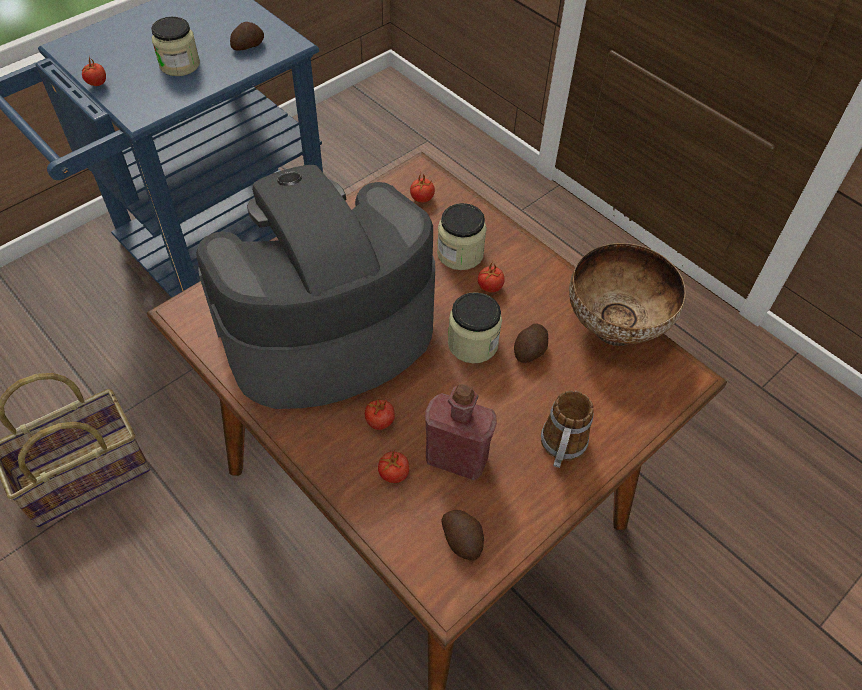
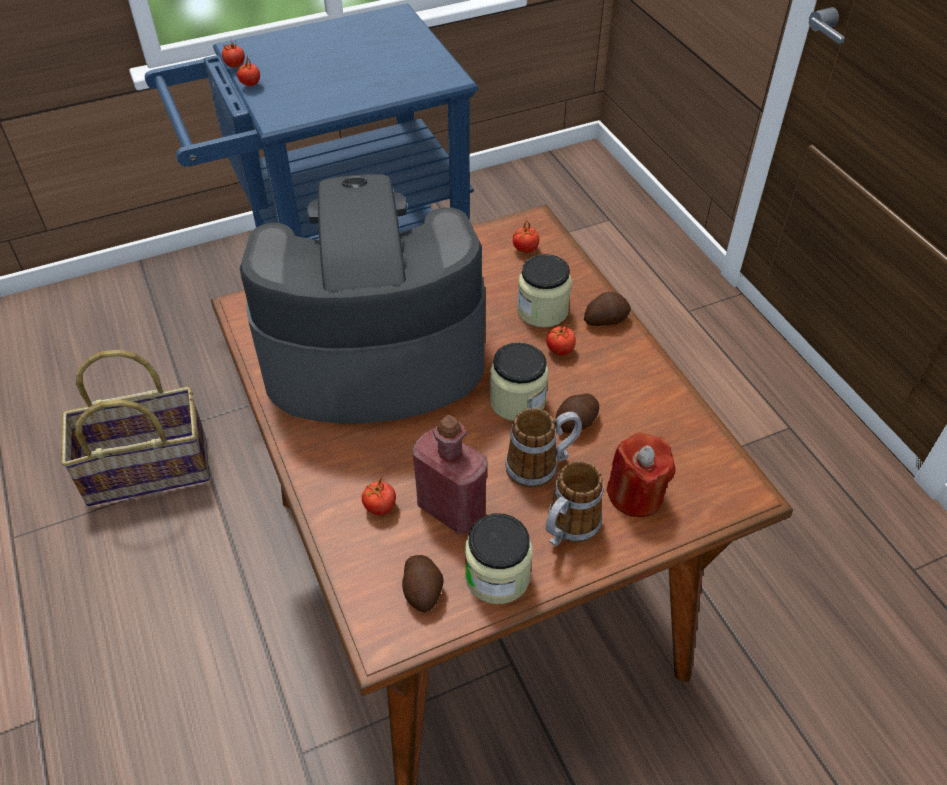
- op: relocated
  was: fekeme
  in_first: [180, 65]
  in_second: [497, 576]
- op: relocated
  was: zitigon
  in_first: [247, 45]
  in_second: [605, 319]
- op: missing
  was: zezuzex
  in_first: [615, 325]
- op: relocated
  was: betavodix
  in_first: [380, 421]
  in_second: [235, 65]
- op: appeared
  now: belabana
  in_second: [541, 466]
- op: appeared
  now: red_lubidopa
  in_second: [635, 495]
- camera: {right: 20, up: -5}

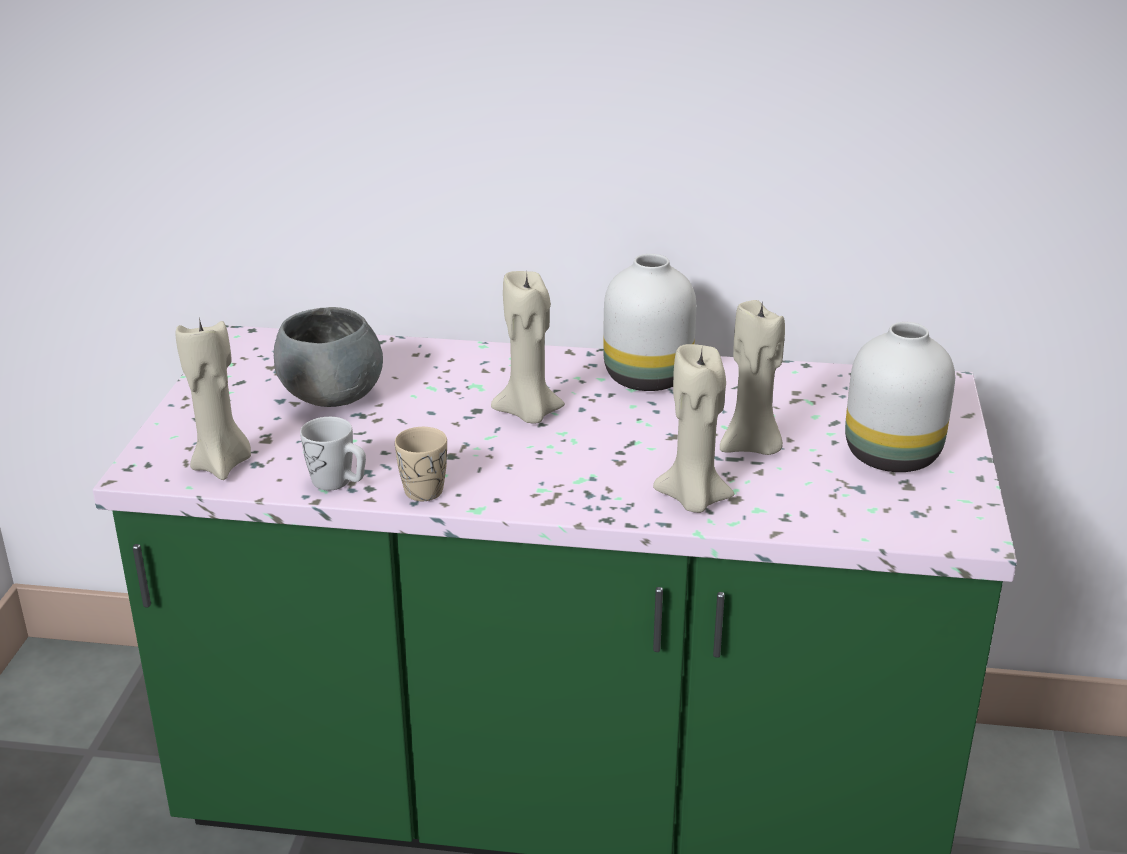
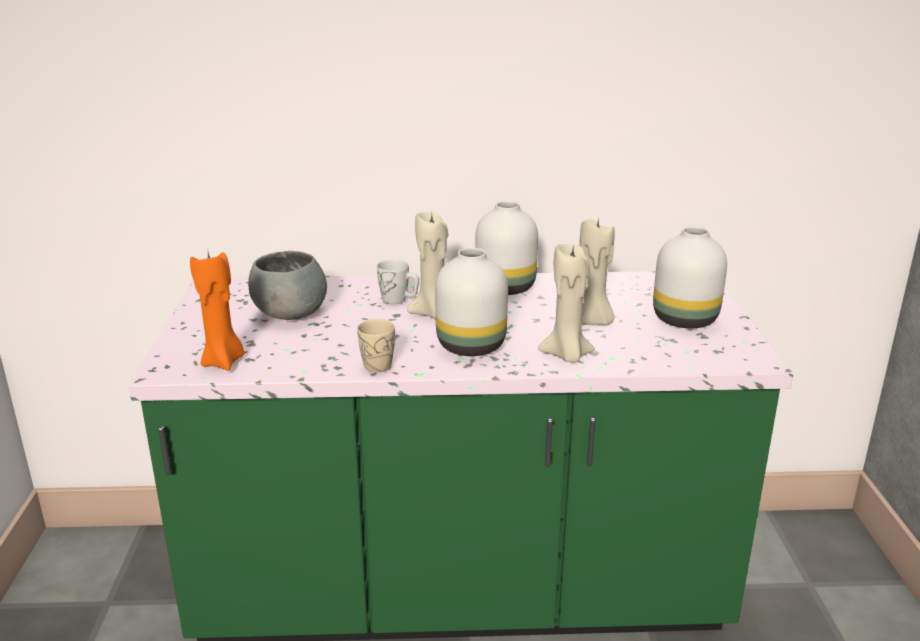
- op: colour
  was: beige_lubidopa
  now: orange_lubidopa
  in_first: [222, 465]
  in_second: [224, 362]
- op: relocated
  was: white_belabana
  in_first: [338, 483]
  in_second: [399, 300]
- op: appeared
  now: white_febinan
  in_second: [472, 345]
- camera: {right: -10, up: -5}

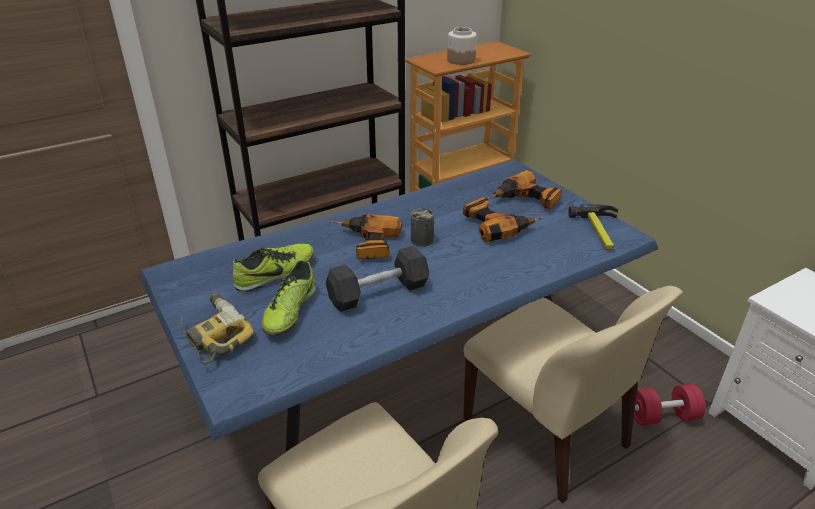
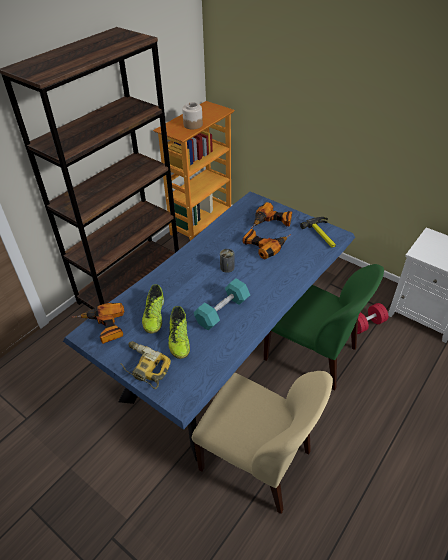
- op: relocated
  was: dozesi
  in_first: [367, 244]
  in_second: [103, 327]
- op: spun
  was: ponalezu
  in_first: [276, 274]
  in_second: [154, 316]
  clockwise: 150
- op: colour
  was: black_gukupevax
  now: turquoise_gukupevax
  in_first: [378, 292]
  in_second: [222, 311]
- op: colour
  was: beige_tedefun
  now: green_tedefun
  in_first: [548, 434]
  in_second: [312, 354]
- camera: {right: -20, up: 10}

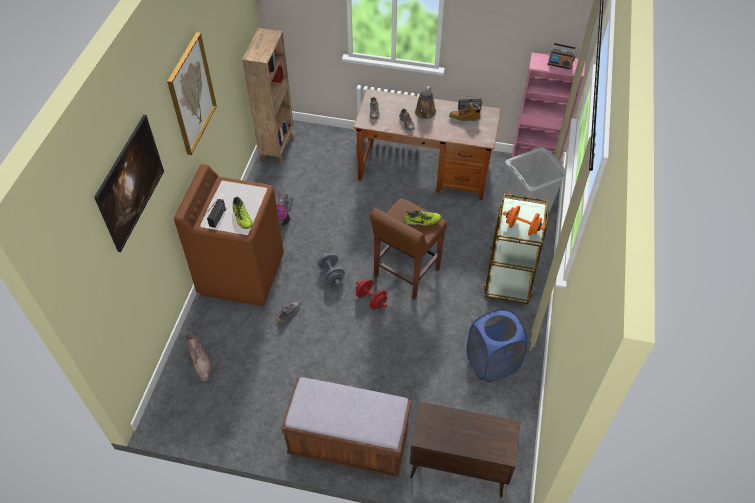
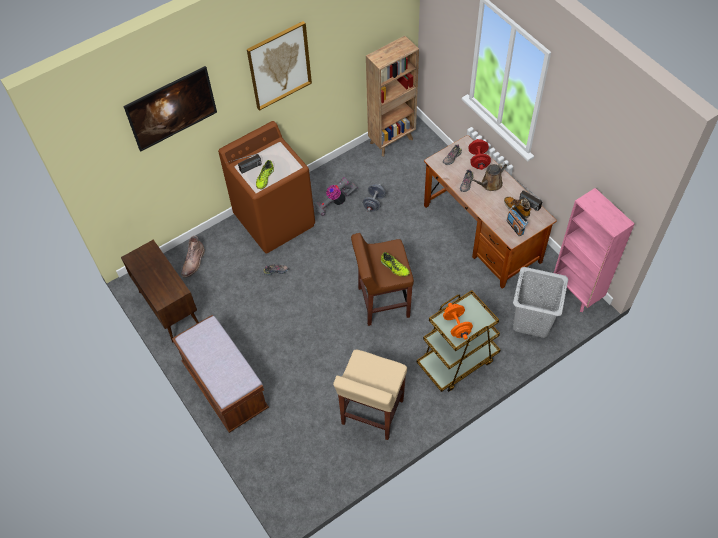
- op: relocated
  was: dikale
  in_first: [559, 65]
  in_second: [515, 227]
- op: relocated
  was: grey_gukupevax
  in_first: [331, 274]
  in_second: [374, 203]
- op: relocated
  was: red_gukupevax
  in_first: [371, 300]
  in_second: [478, 160]
- op: exchanged
  was: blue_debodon
  now: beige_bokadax
  in_first: [492, 363]
  in_second: [372, 413]
- op: relocated
  was: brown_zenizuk
  in_first: [457, 468]
  in_second: [169, 308]
- camera: {right: 45, up: 5}

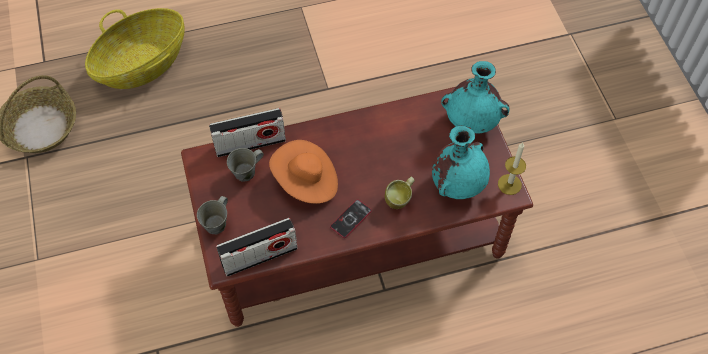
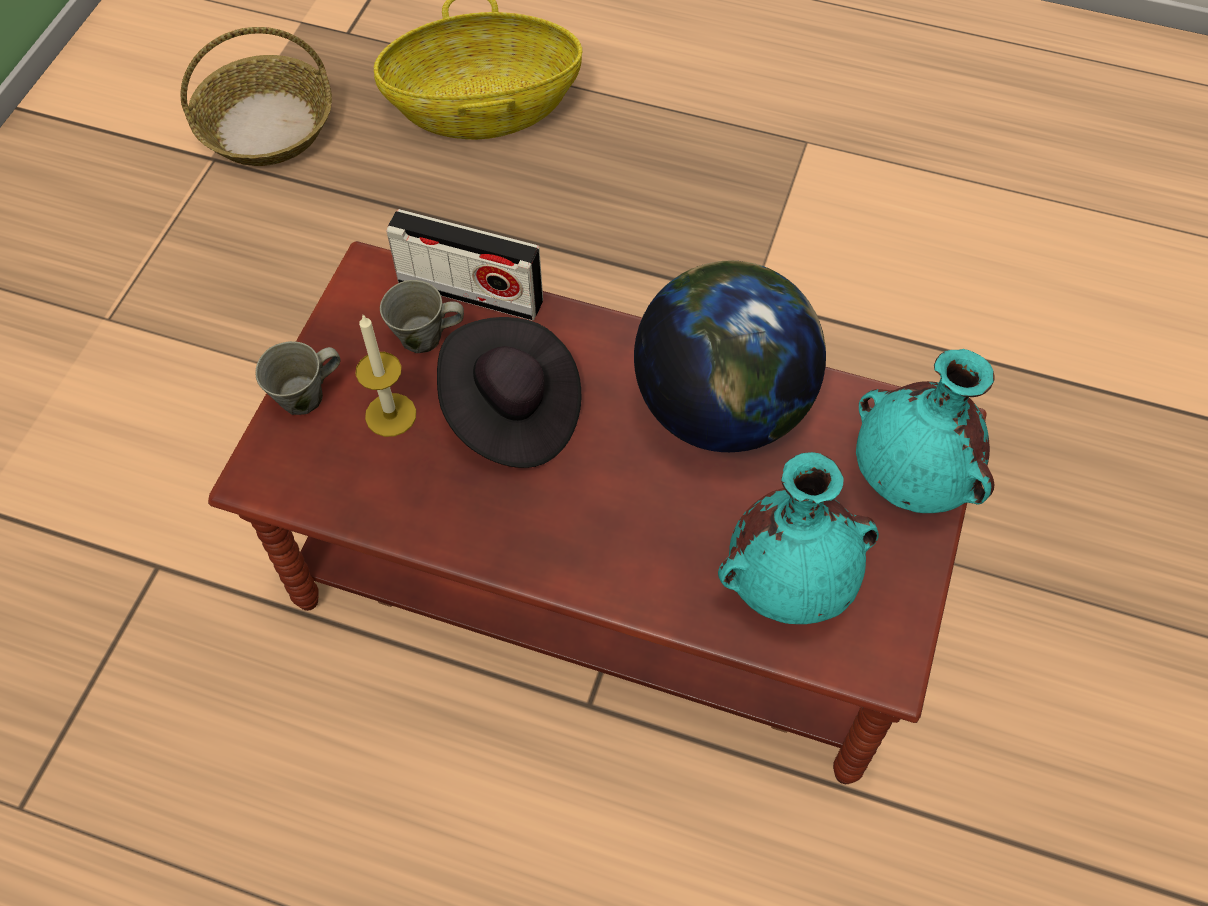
- op: colour
  was: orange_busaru
  now: black_busaru
  in_first: [306, 182]
  in_second: [511, 412]
- op: relocated
  was: lubidopa
  in_first: [509, 184]
  in_second: [390, 415]
- op: missing
  was: belabana
  in_first: [400, 200]
- op: missing
  was: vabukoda
  in_first: [351, 219]
- op: missing
  was: dikale
  in_first: [259, 256]
- op: appeared
  now: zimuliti
  in_second: [723, 407]
- camera: {right: 35, up: 0}

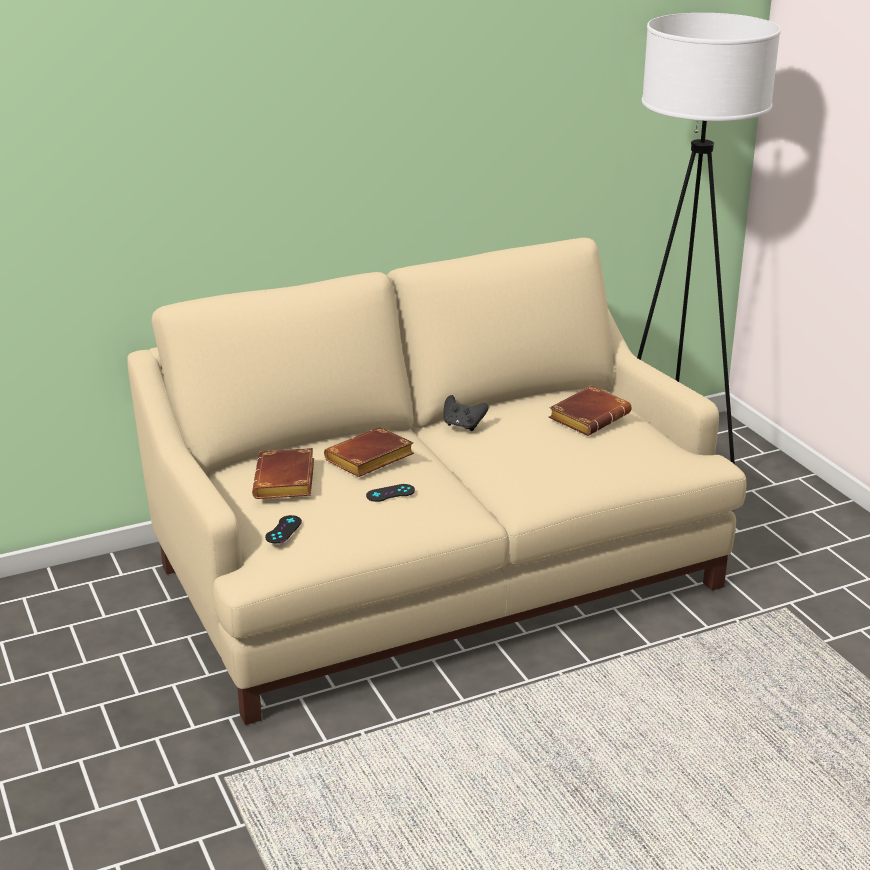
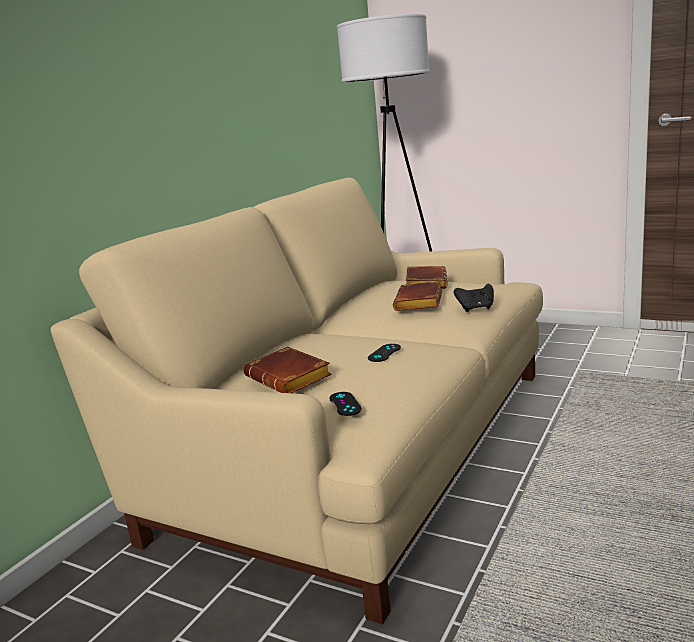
- op: relocated
  was: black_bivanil
  in_first: [463, 425]
  in_second: [476, 309]
- op: relocated
  was: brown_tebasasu
  in_first: [369, 460]
  in_second: [420, 303]
- camera: {right: -35, up: -10}

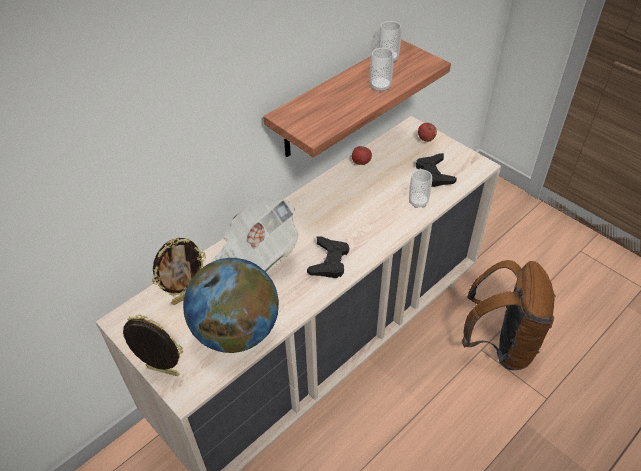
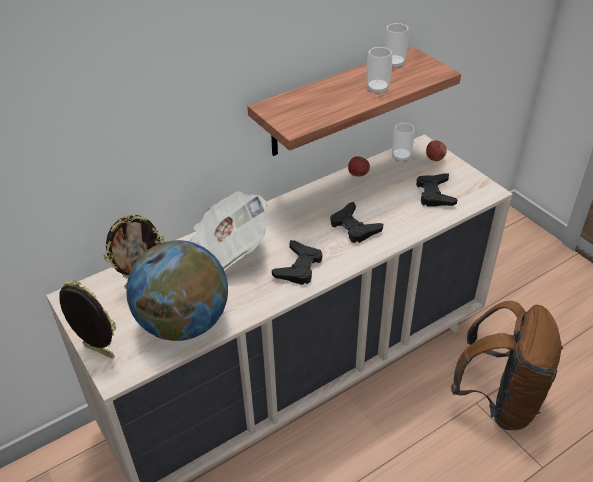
- op: relocated
  was: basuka
  in_first: [418, 202]
  in_second: [401, 157]
- op: appeared
  now: black_bivanil
  in_second: [354, 227]
- camera: {right: 10, up: -5}

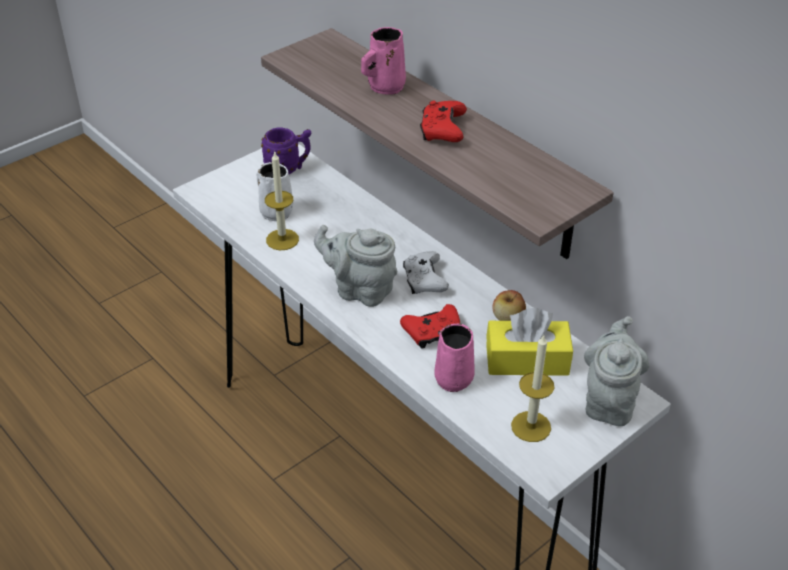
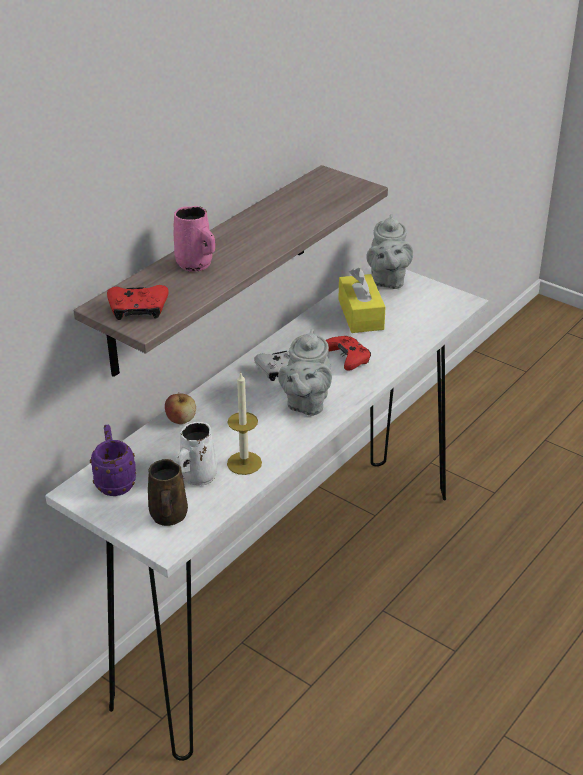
- op: relocated
  was: red_bivanil
  in_first: [442, 131]
  in_second: [138, 310]
- op: relocated
  was: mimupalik
  in_first: [508, 319]
  in_second: [181, 419]
- op: spun
  was: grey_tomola
  in_first: [609, 401]
  in_second: [387, 280]
  clockwise: -90
- op: missing
  was: pink_belabana
  in_first: [455, 377]
- op: missing
  was: lubidopa
  in_first: [531, 426]
- op: appeared
  now: brown_belabana
  in_second: [168, 516]
- camera: {right: -100, up: -5}

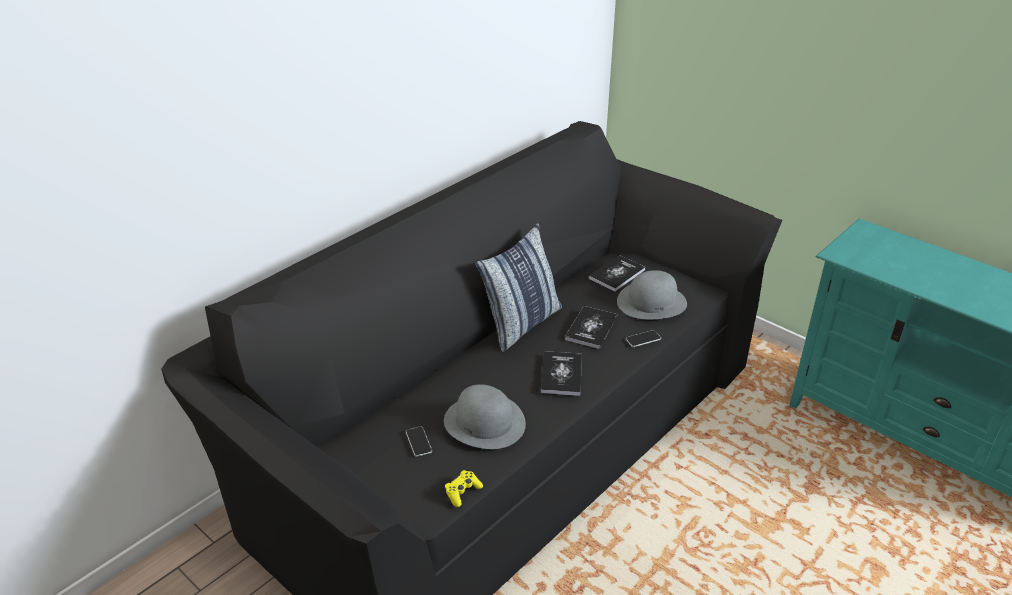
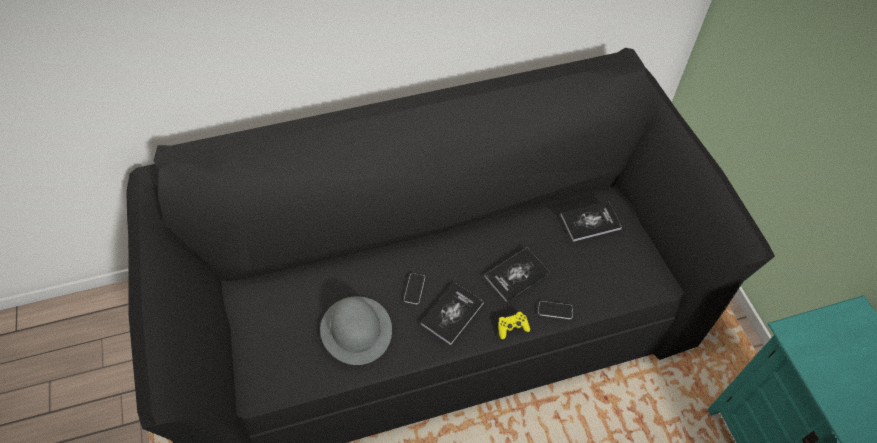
- op: missing
  was: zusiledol
  in_first: [521, 324]
- op: missing
  was: grey_busaru
  in_first: [652, 302]
- op: relocated
  was: vabukoda
  in_first: [418, 442]
  in_second: [414, 289]
- op: relocated
  was: yellow_bivanil
  in_first: [462, 492]
  in_second: [512, 327]
- camera: {right: 30, up: 20}

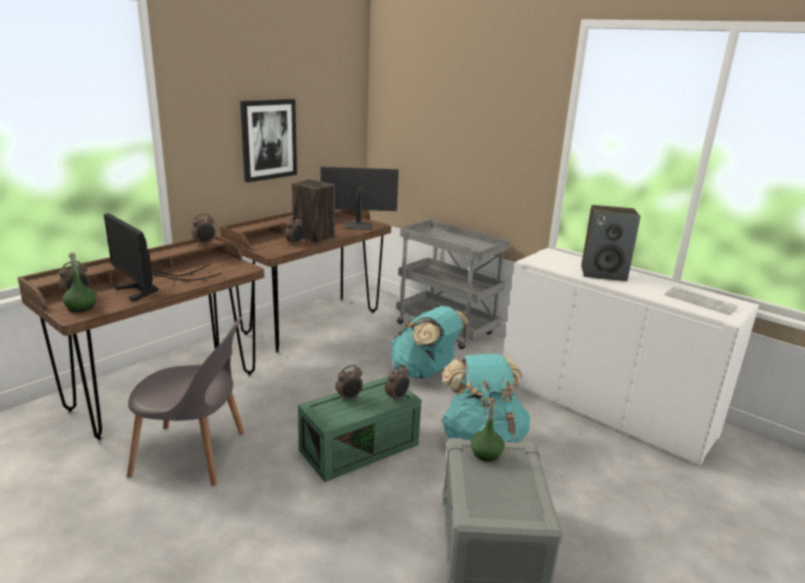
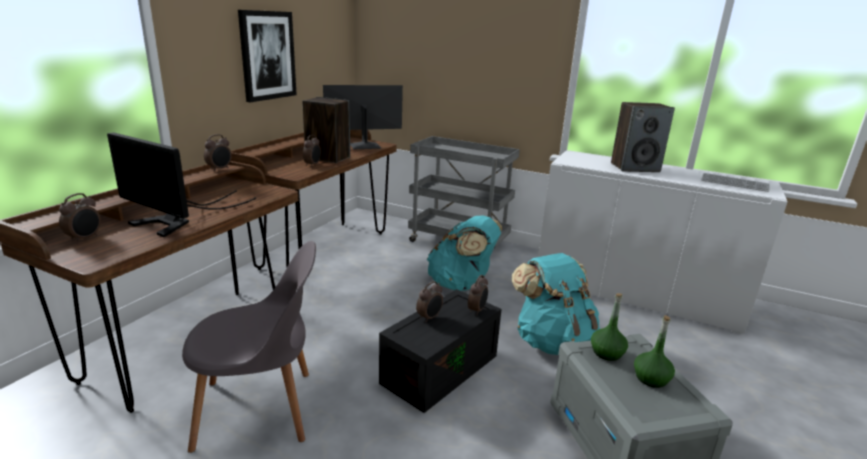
- op: relocated
  was: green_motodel
  in_first: [81, 307]
  in_second: [651, 378]
- op: colour
  was: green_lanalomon
  now: black_lanalomon
  in_first: [360, 446]
  in_second: [440, 367]
- camera: {right: -15, up: 0}

